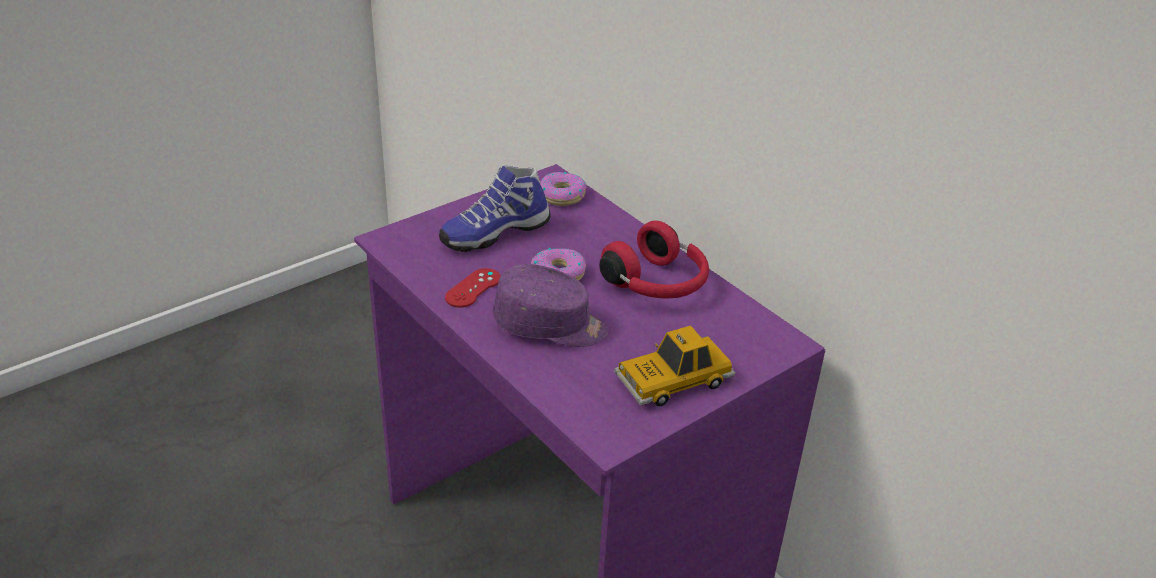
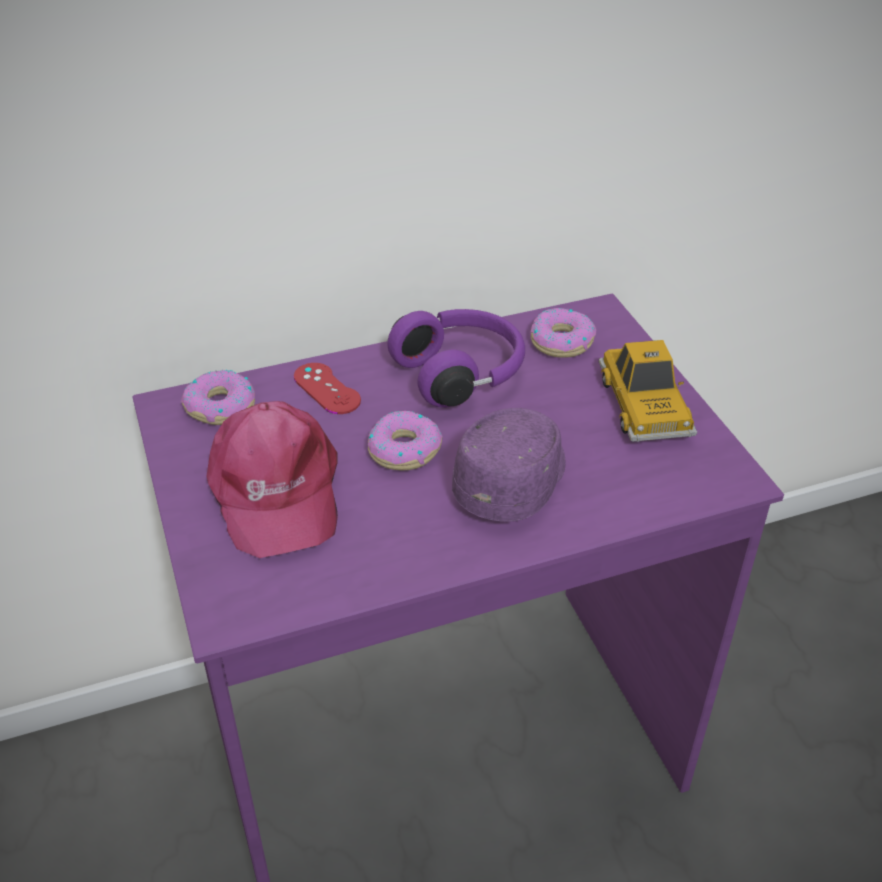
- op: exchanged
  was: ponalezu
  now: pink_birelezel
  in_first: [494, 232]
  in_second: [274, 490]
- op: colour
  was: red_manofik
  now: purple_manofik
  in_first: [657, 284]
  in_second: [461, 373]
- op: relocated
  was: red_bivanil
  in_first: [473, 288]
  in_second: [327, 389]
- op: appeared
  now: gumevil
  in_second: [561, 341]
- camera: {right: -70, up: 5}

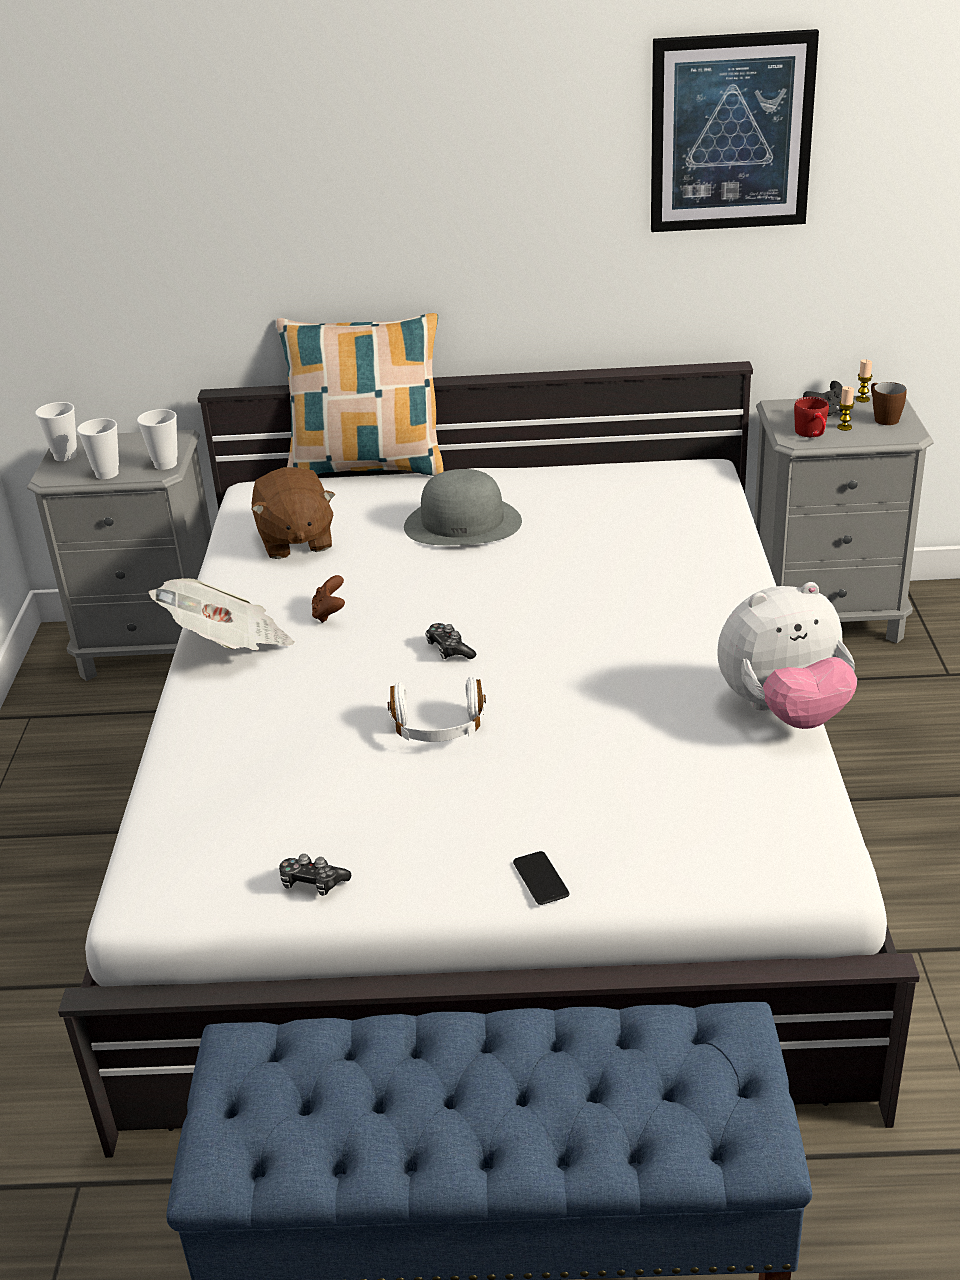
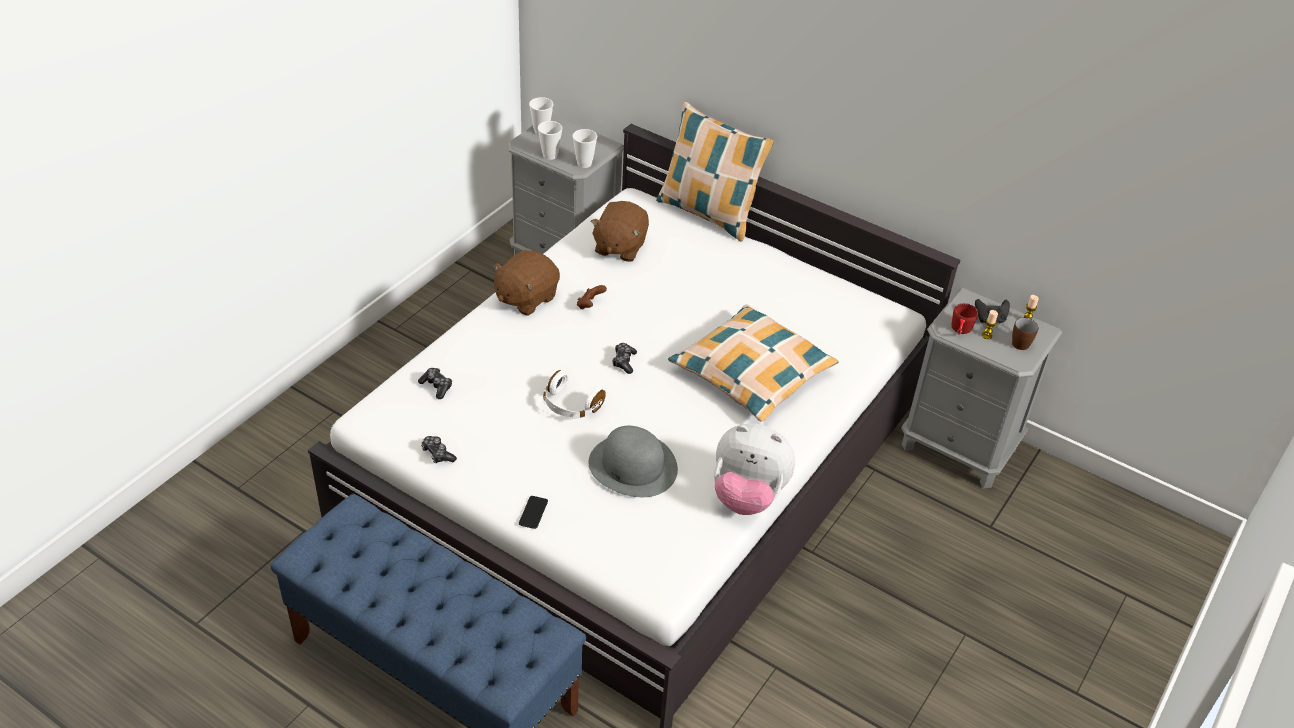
- op: missing
  was: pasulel
  in_first: [730, 133]
- op: relocated
  was: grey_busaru
  in_first: [463, 523]
  in_second: [633, 466]
- op: exchanged
  was: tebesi
  now: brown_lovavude
  in_first: [229, 645]
  in_second: [525, 298]
- op: appeared
  now: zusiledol
  in_second: [751, 373]
- op: appeared
  now: bivanil
  in_second: [436, 386]
- camera: {right: 30, up: 10}

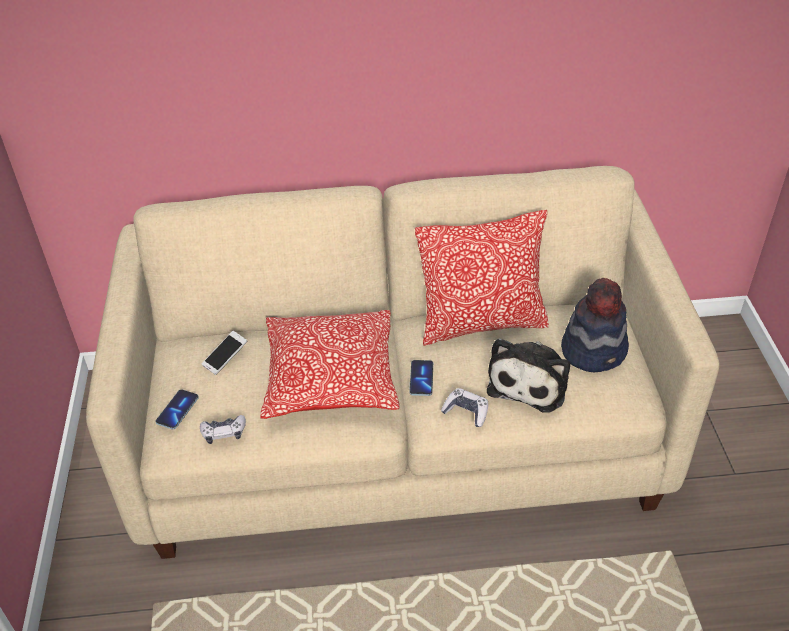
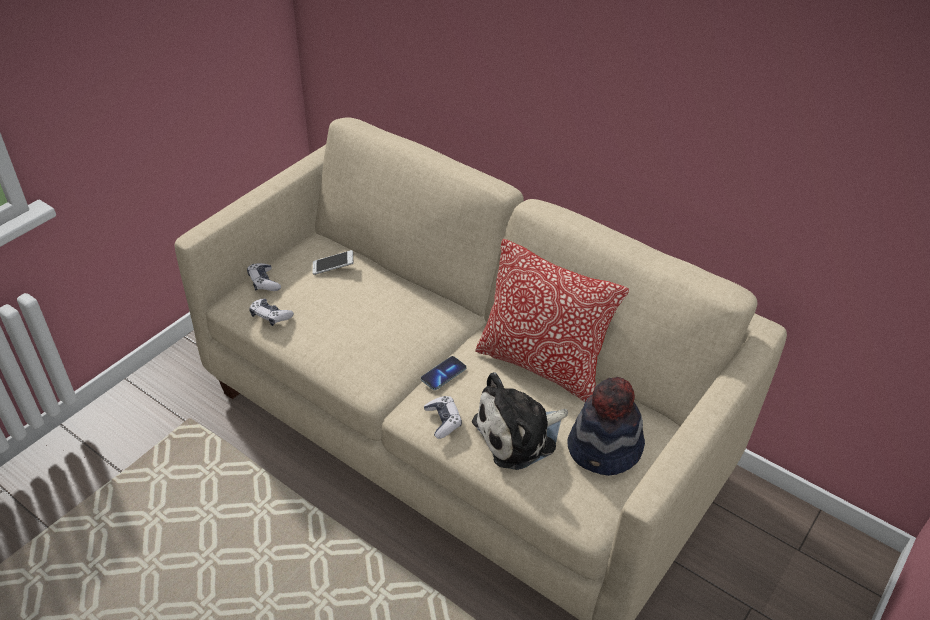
- op: missing
  was: zusiledol
  in_first: [330, 378]
- op: exchanged
  was: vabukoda
  now: bivanil
  in_first: [177, 410]
  in_second: [264, 282]
- camera: {right: 40, up: 0}

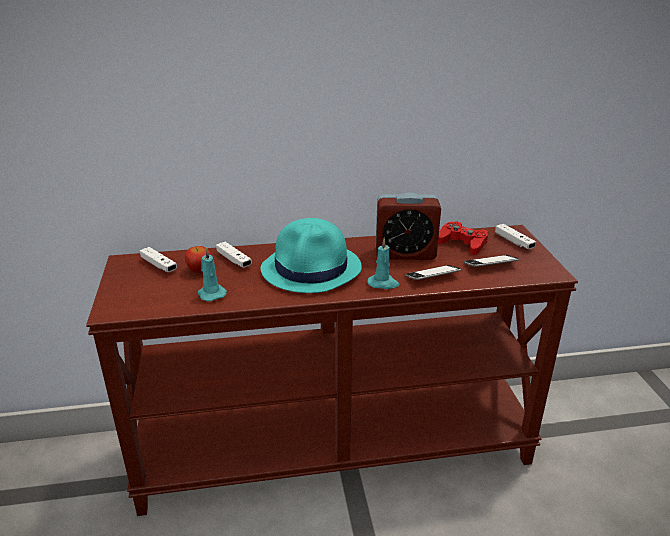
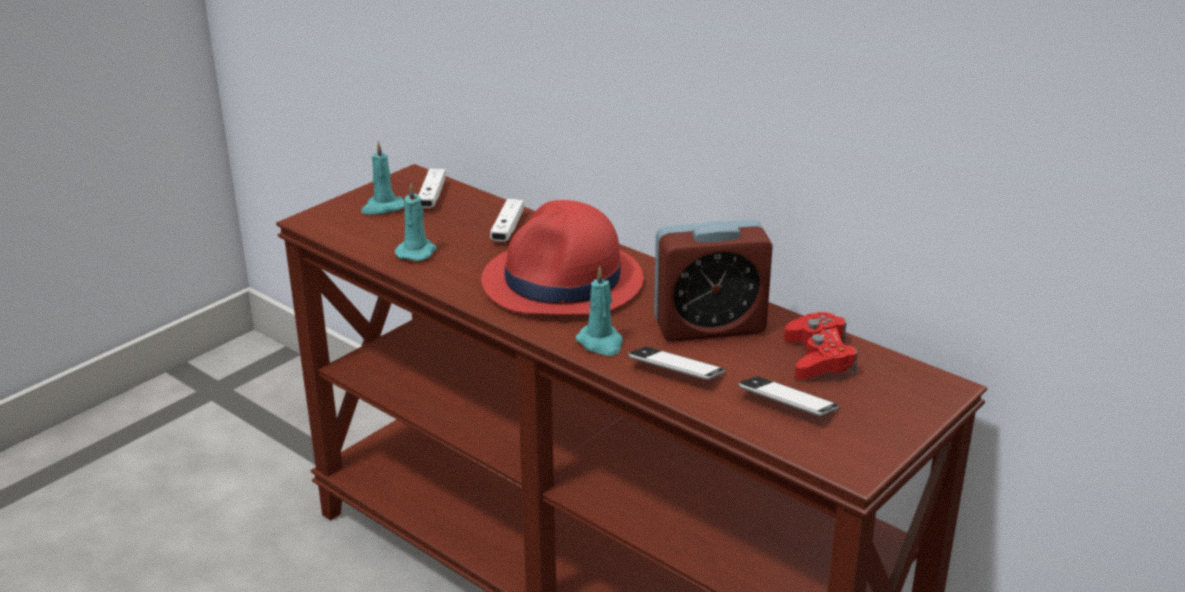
- op: spun
  was: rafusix
  in_first: [405, 253]
  in_second: [709, 326]
  clockwise: -60
- op: colour
  was: turquoise_busaru
  now: red_busaru
  in_first: [312, 269]
  in_second: [563, 282]
- op: missing
  was: white_bivanil
  in_first: [514, 242]
- op: missing
  was: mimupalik
  in_first: [200, 270]
- op: appeared
  now: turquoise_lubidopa
  in_second: [382, 208]
- camera: {right: 50, up: 0}

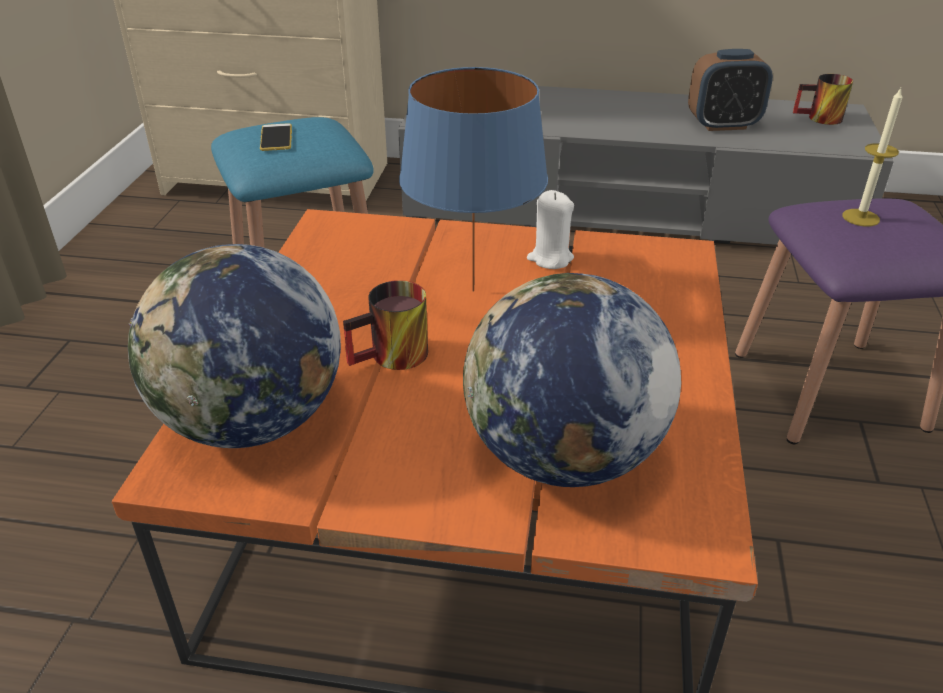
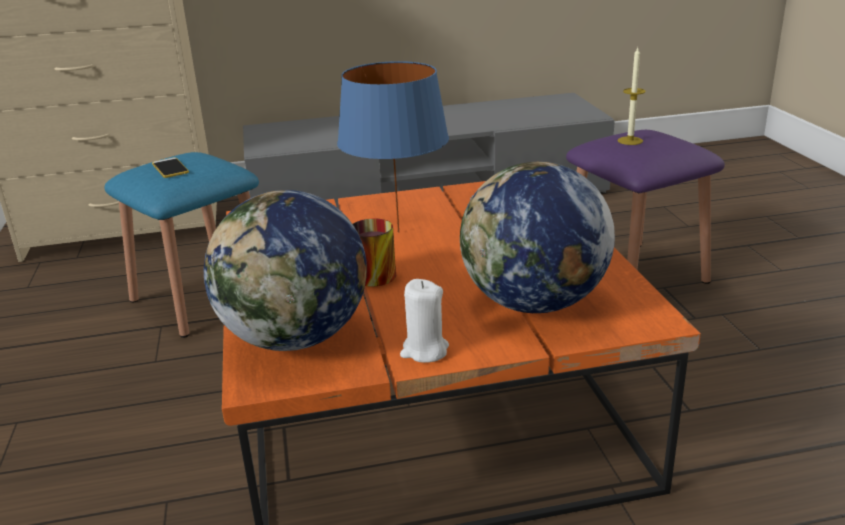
- op: missing
  was: rafusix
  in_first: [723, 125]
- op: missing
  was: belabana
  in_first: [819, 119]
- op: relocated
  was: white_lubidopa
  in_first: [550, 258]
  in_second: [424, 351]
- camera: {right: -20, up: -10}

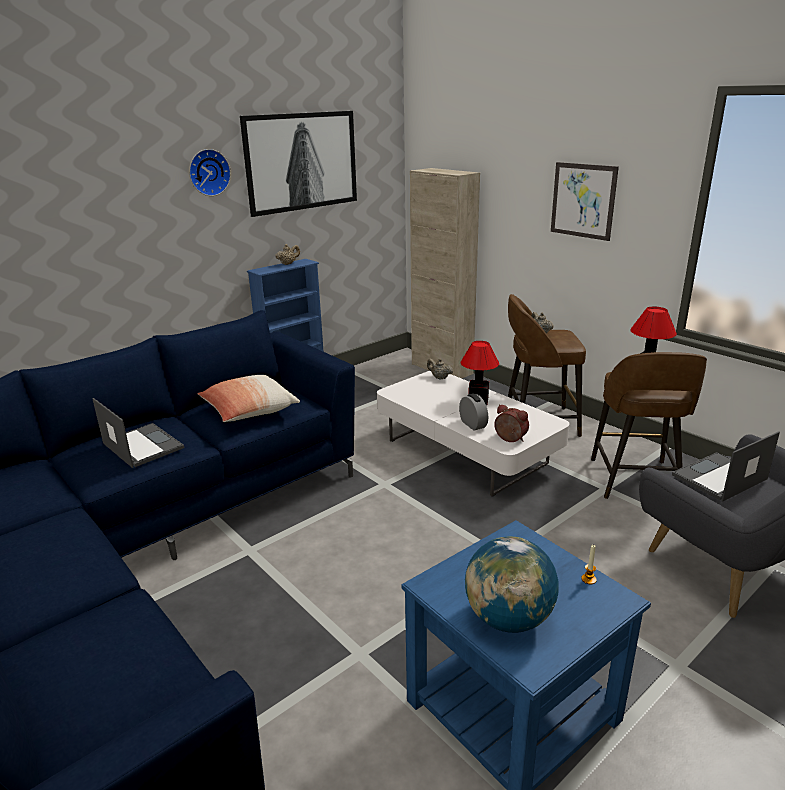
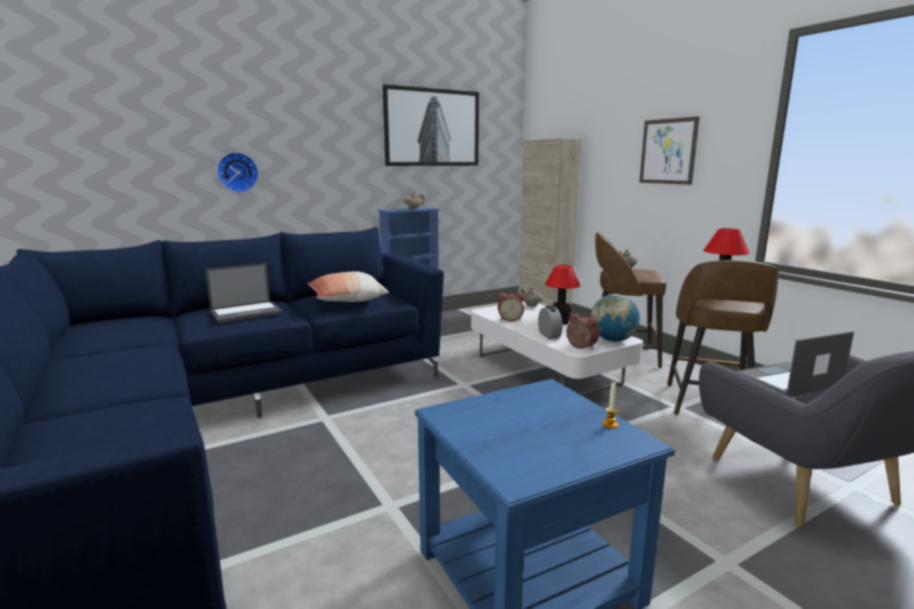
- op: relocated
  was: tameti
  in_first: [208, 172]
  in_second: [237, 172]
- op: spun
  was: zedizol
  in_first: [142, 445]
  in_second: [247, 312]
  clockwise: 90
- op: relocated
  was: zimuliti
  in_first: [508, 619]
  in_second: [613, 340]
- op: appeared
  now: rafusix
  in_second: [510, 319]
- camera: {right: 10, up: -10}

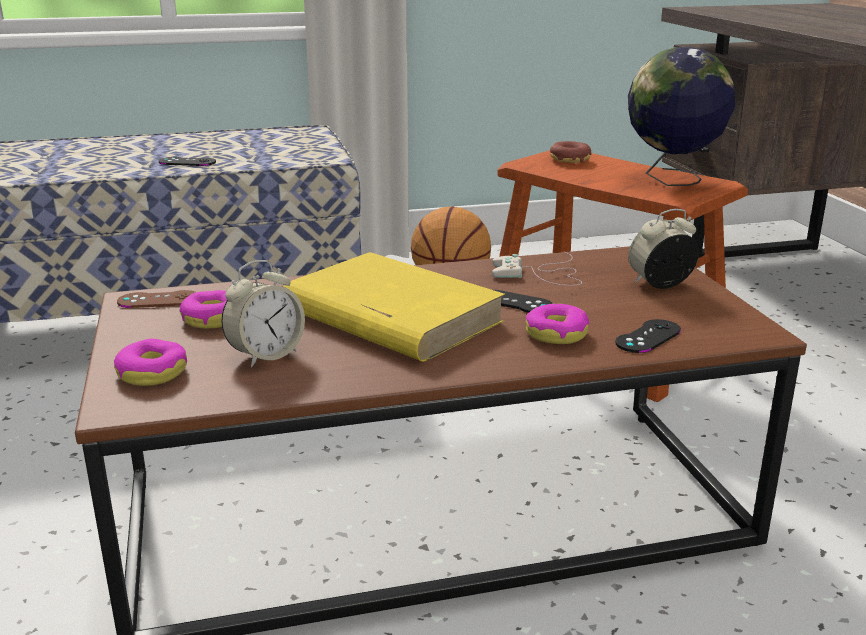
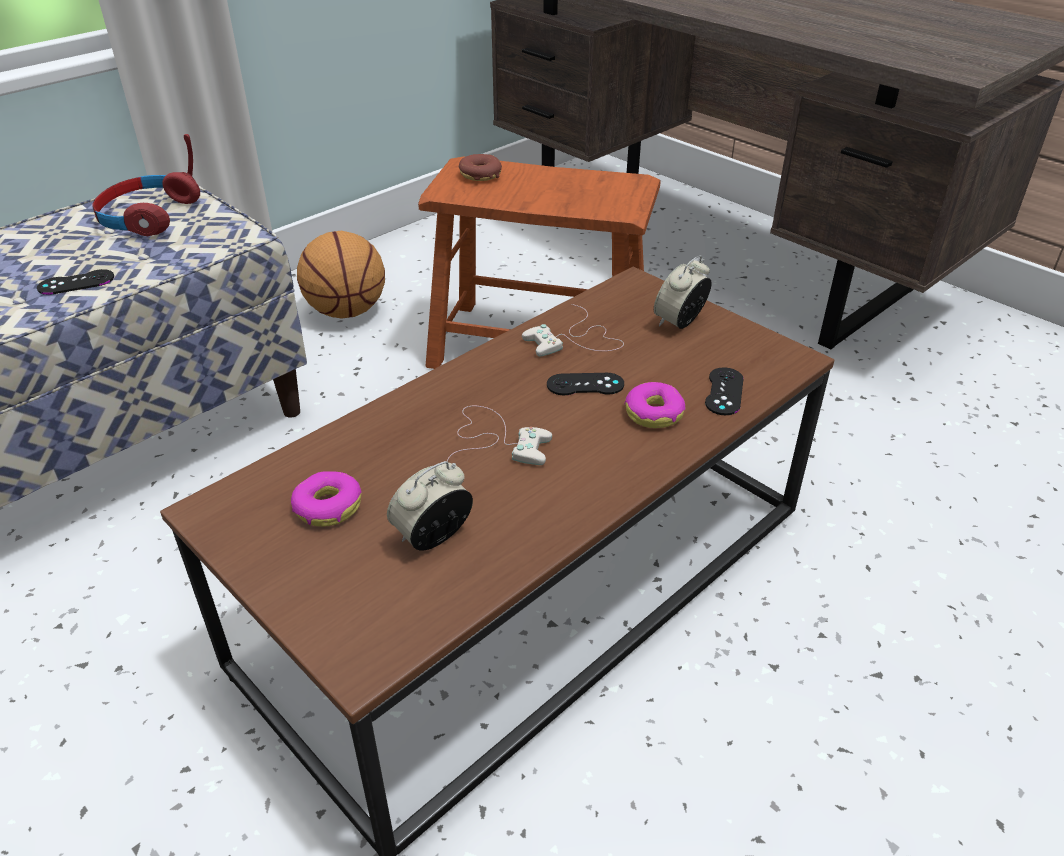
- op: missing
  was: zimuliti
  in_first: [672, 180]
- op: exchanged
  was: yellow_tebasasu
  now: white_bivanil
  in_first: [389, 316]
  in_second: [495, 441]
- op: spun
  was: rafusix
  in_first: [266, 355]
  in_second: [433, 537]
  clockwise: -150
- op: missing
  was: brown_bivanil
  in_first: [158, 300]
- op: missing
  was: gumevil
  in_first: [152, 373]
- op: appeared
  now: red_manofik
  in_second: [148, 216]
- camera: {right: -30, up: 15}

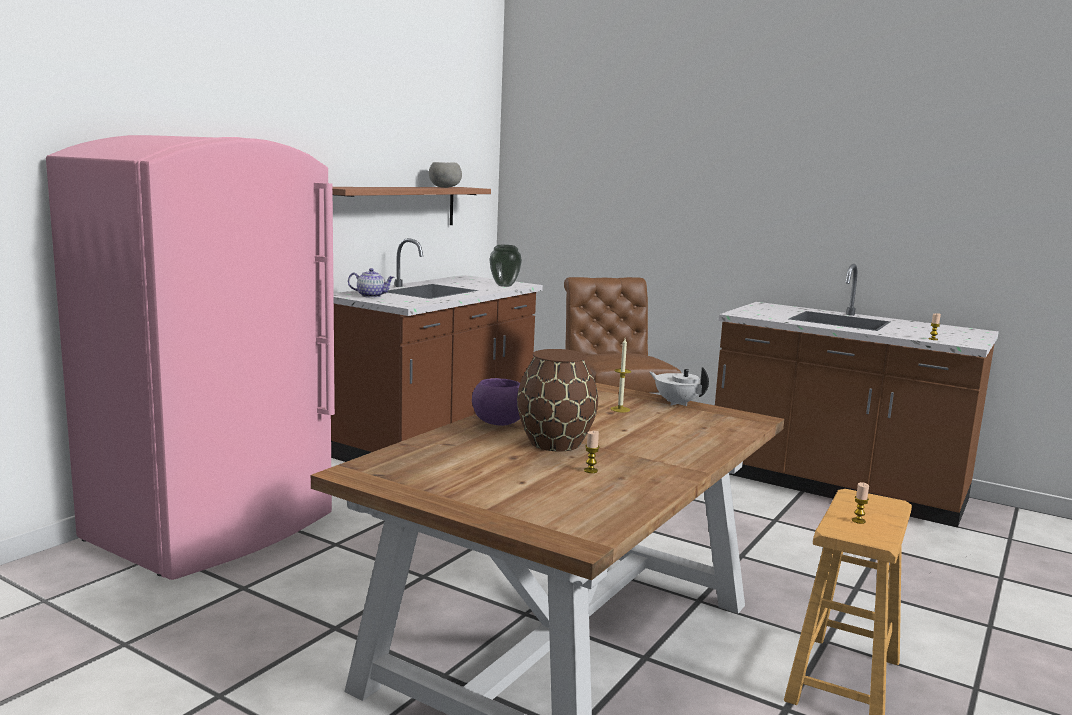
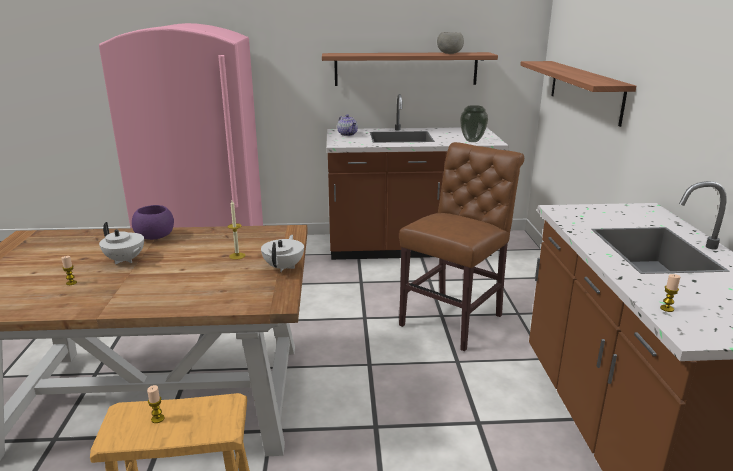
- op: exchanged
  was: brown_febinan
  now: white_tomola
  in_first: [556, 443]
  in_second: [125, 260]
- op: appeared
  now: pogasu
  in_second: [584, 90]
- camera: {right: 55, up: 10}

